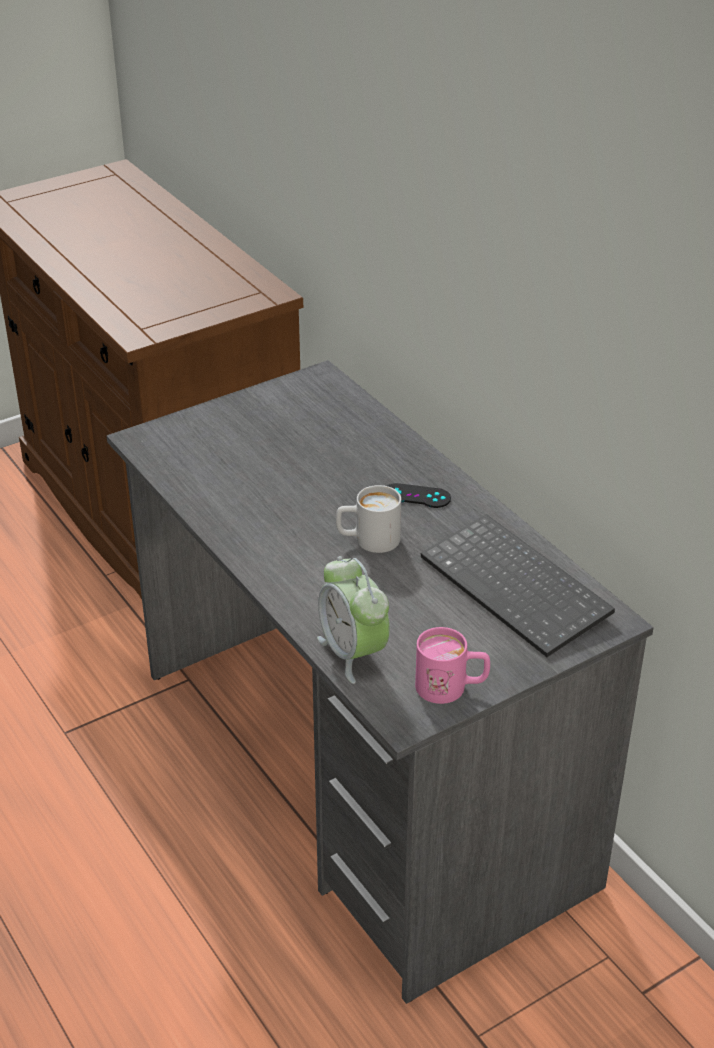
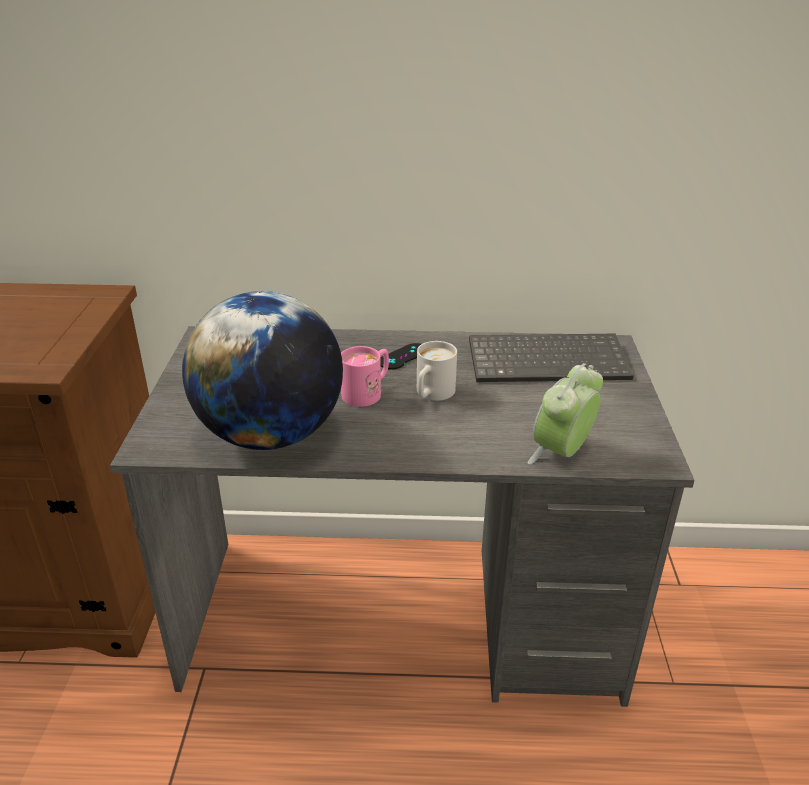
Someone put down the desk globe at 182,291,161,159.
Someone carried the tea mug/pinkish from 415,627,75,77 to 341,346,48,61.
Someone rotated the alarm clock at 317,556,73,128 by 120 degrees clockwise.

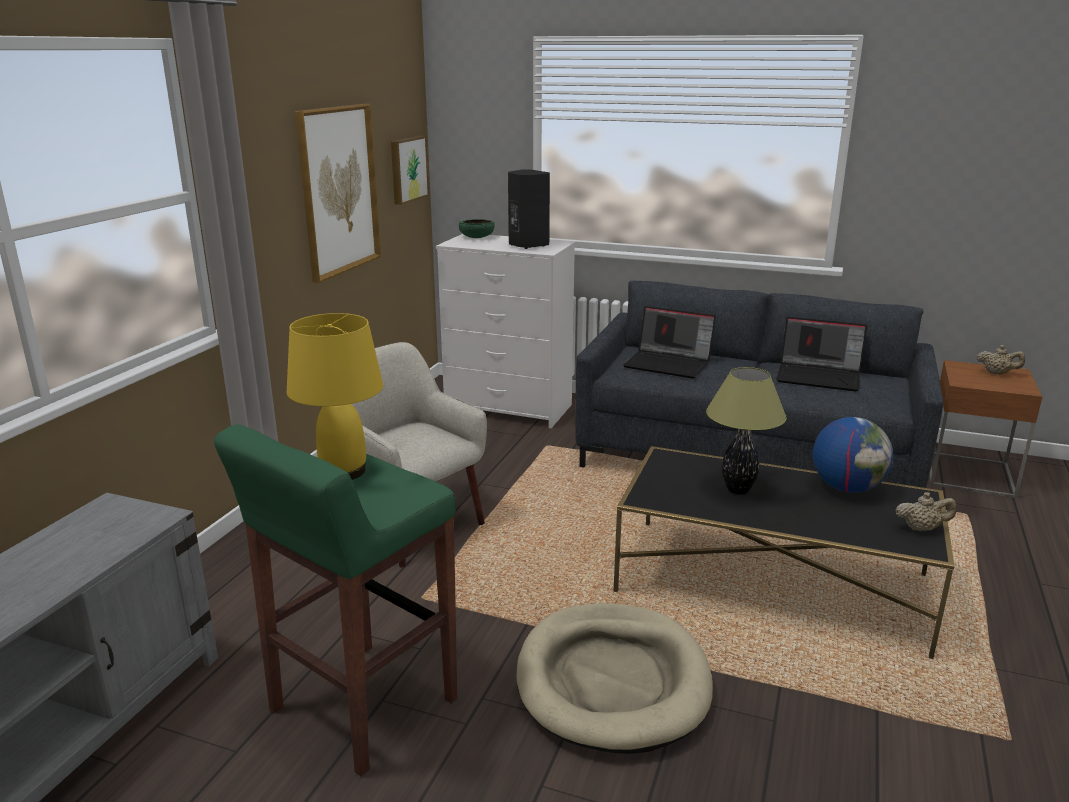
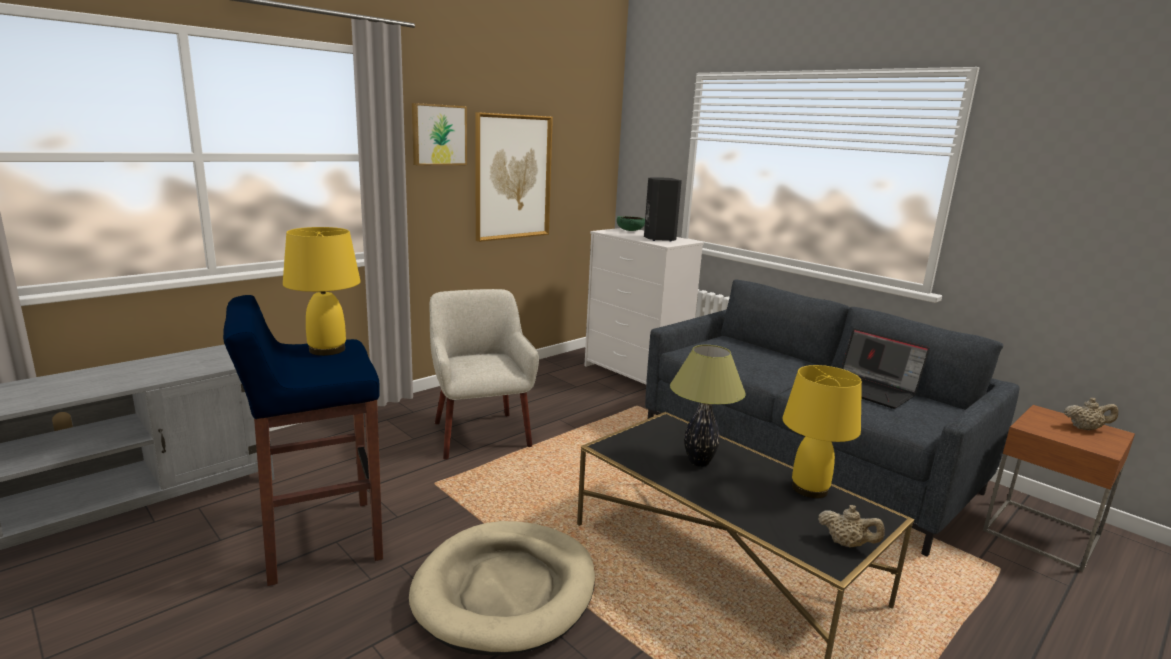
Someone repainted the stool/greenish at 214,424,243,352, which became the stool/blue at 223,295,160,291.
Someone carried the picture from 391,136,38,69 to 412,103,55,62.
Someone swapped the desk globe at 813,417,80,76 for the lamp for a table/yellow at 783,365,79,133.
Someone rotated the teapot/beige at 977,345,48,30 by 45 degrees counterclockwise.
Someone took away the laptop at 623,306,93,73.

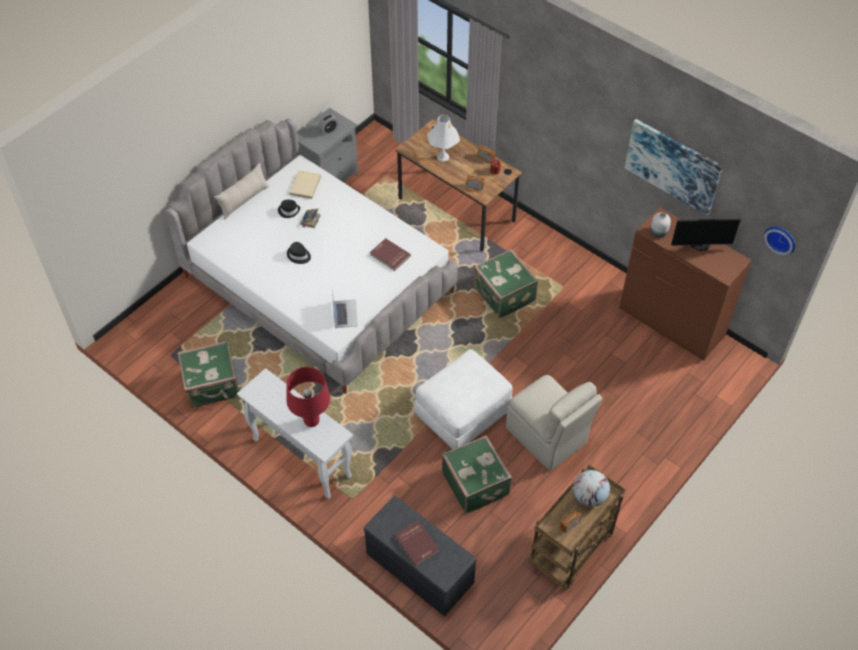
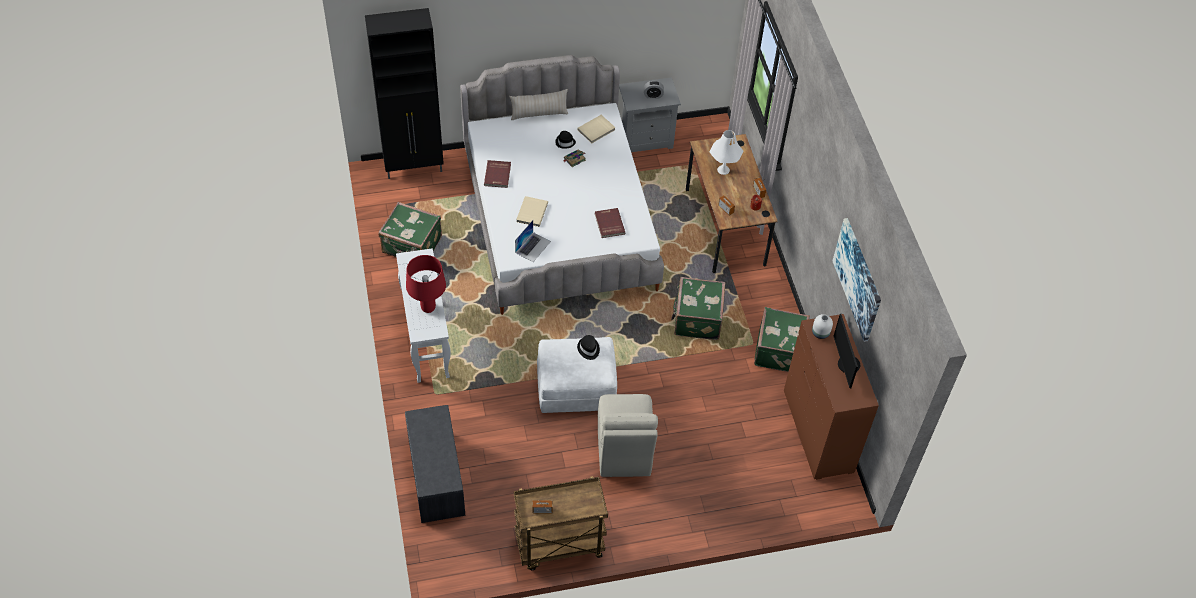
Someone put down the cabinet/blackish at 365,8,79,171.
Someone carried the volume/red from 394,521,46,45 to 484,160,27,28.
Someone put down the volume/beige at 516,196,32,31.
Someone carried the wearable hat/blackish from 287,242,24,22 to 577,335,23,25.
Someone carried the travel case/greenish from 442,435,70,79 to 754,307,56,65.
Someone rotated the monitor at 671,218,70,33 by 45 degrees clockwise.
Someone took away the desk globe at 573,470,37,37.
Someone took away the clock on the wall at 764,226,32,29.

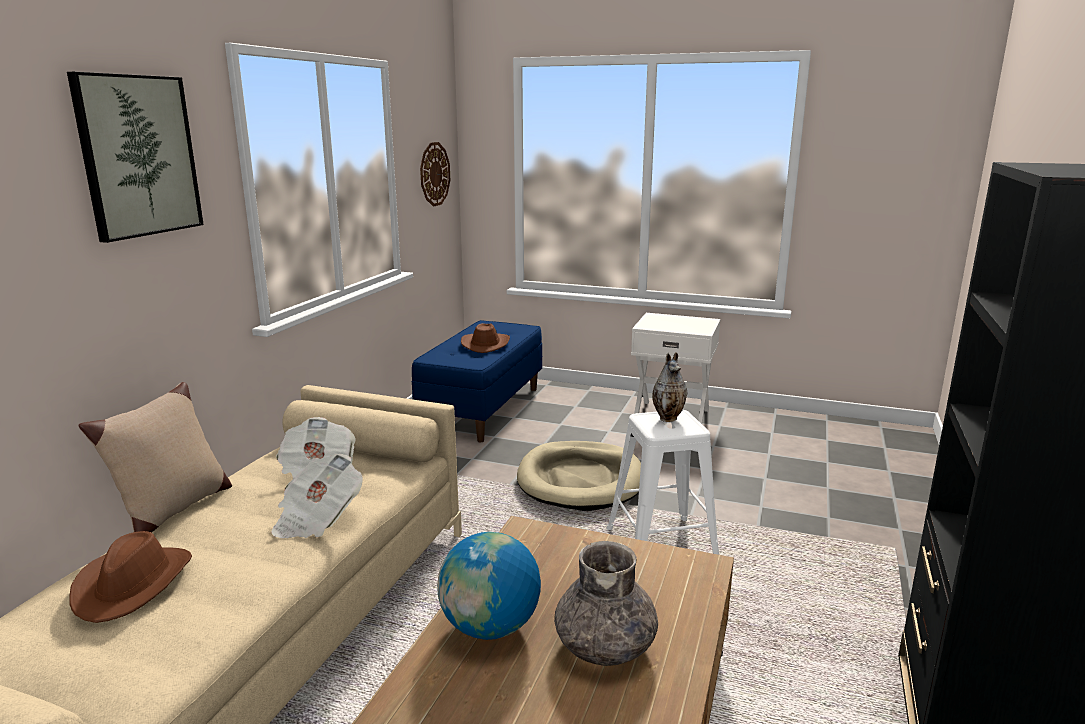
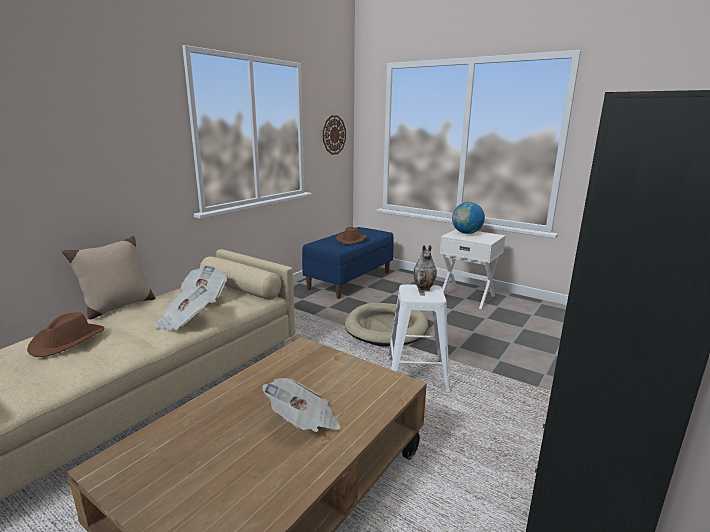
Someone swapped the decorative vase/greyish at 554,541,104,125 for the printed paper at 263,378,78,54.
Someone carried the desk globe from 437,532,104,108 to 452,202,33,32.
Someone took away the picture at 67,72,137,171.

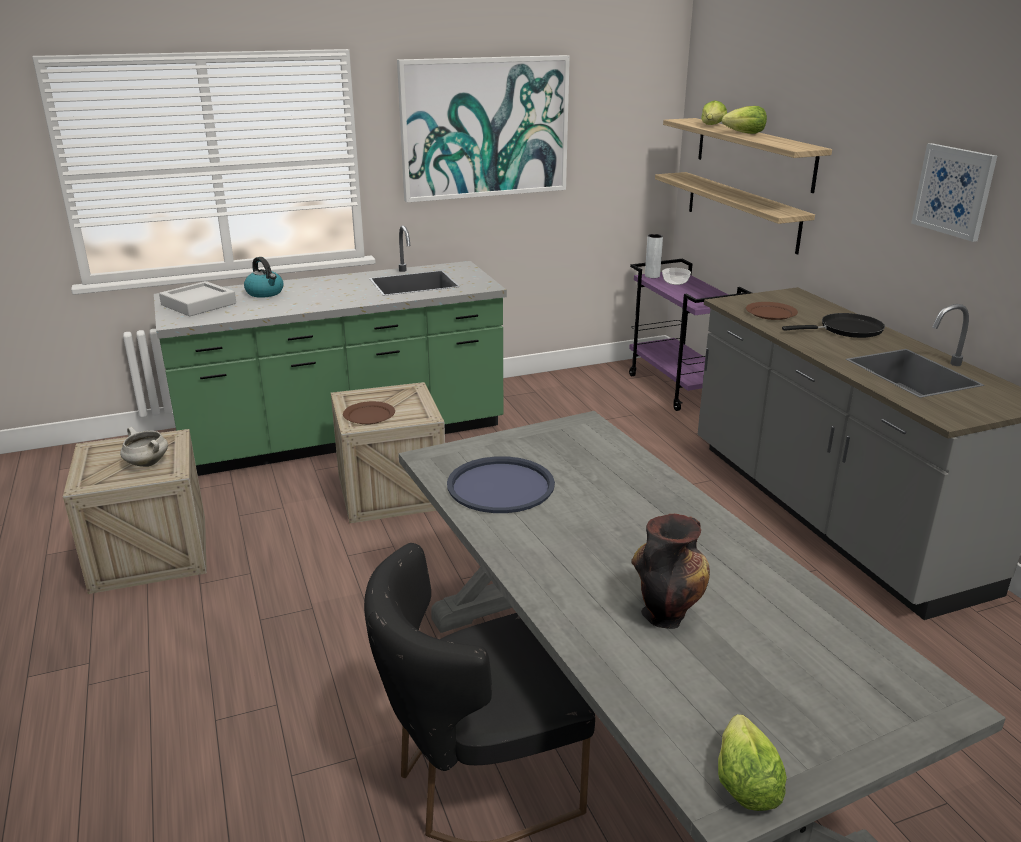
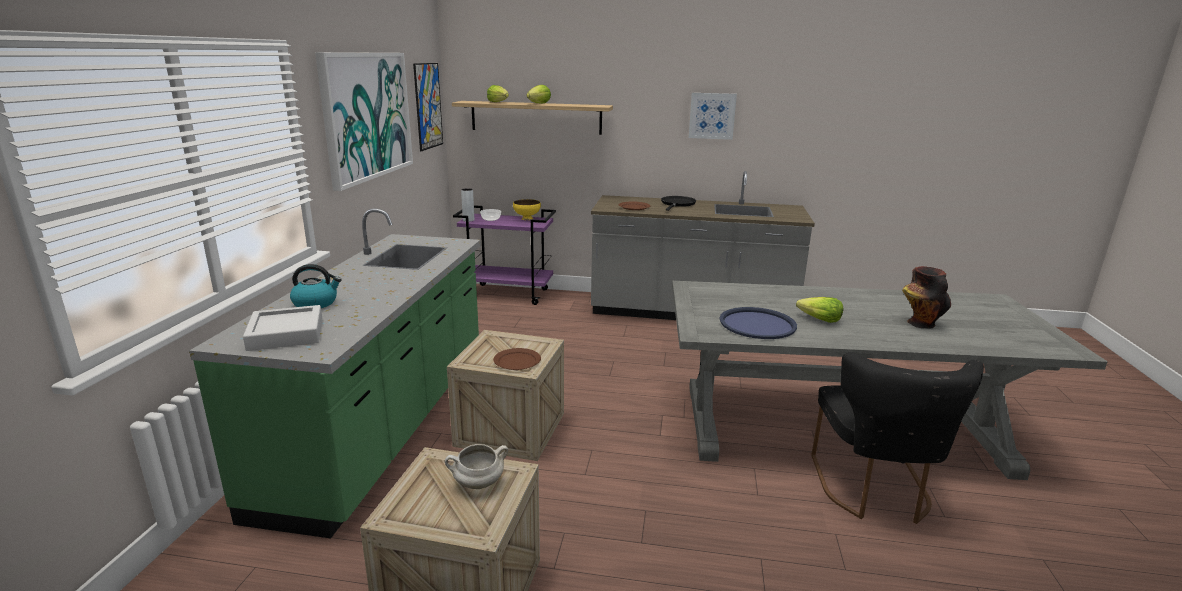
Someone put up the picture at 413,63,30,88.
Someone put down the deep dish/yellow at 513,199,28,21.
Someone carried the lettuce from 718,714,69,97 to 796,297,47,26.
Someone took away the shelf at 655,172,160,82.

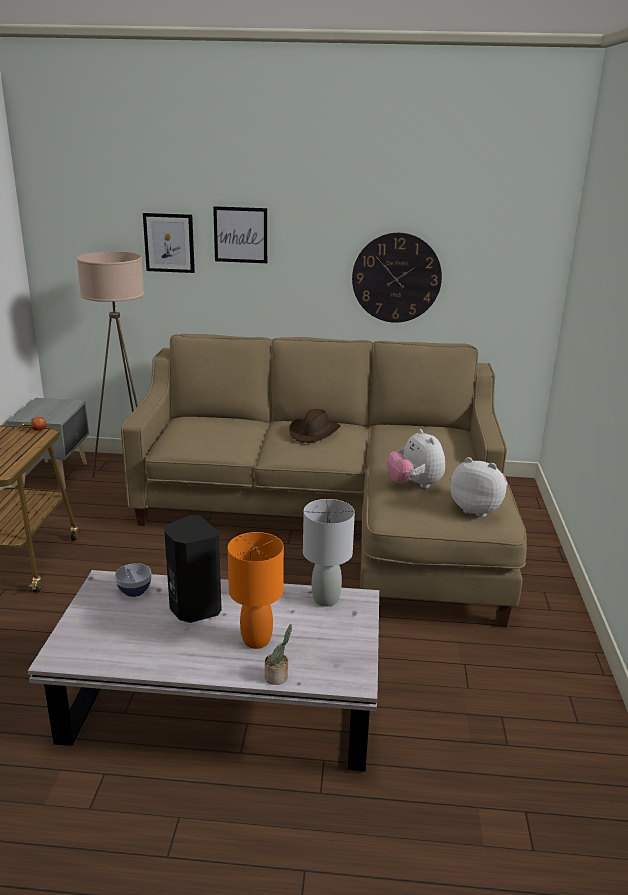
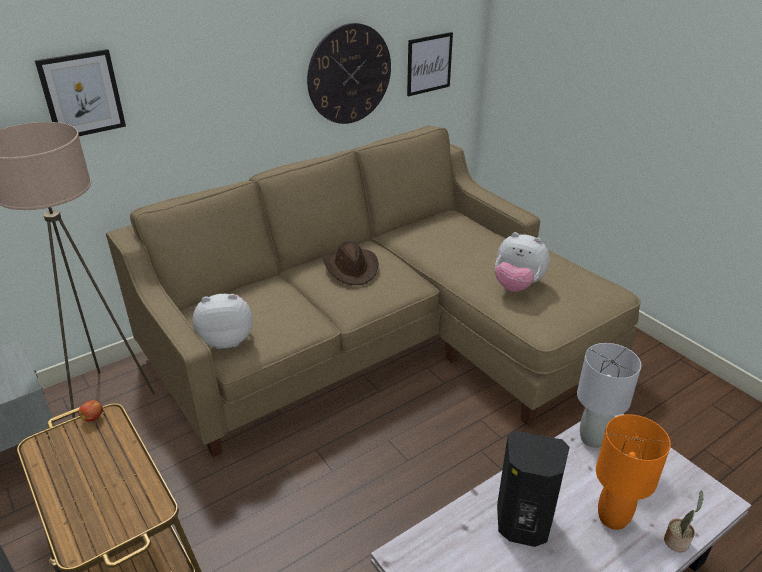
Someone carried the plush toy from 450,457,58,60 to 193,294,60,55.
Someone carried the picture from 213,206,54,57 to 407,32,46,64.
Someone took away the deep dish at 115,563,36,34.

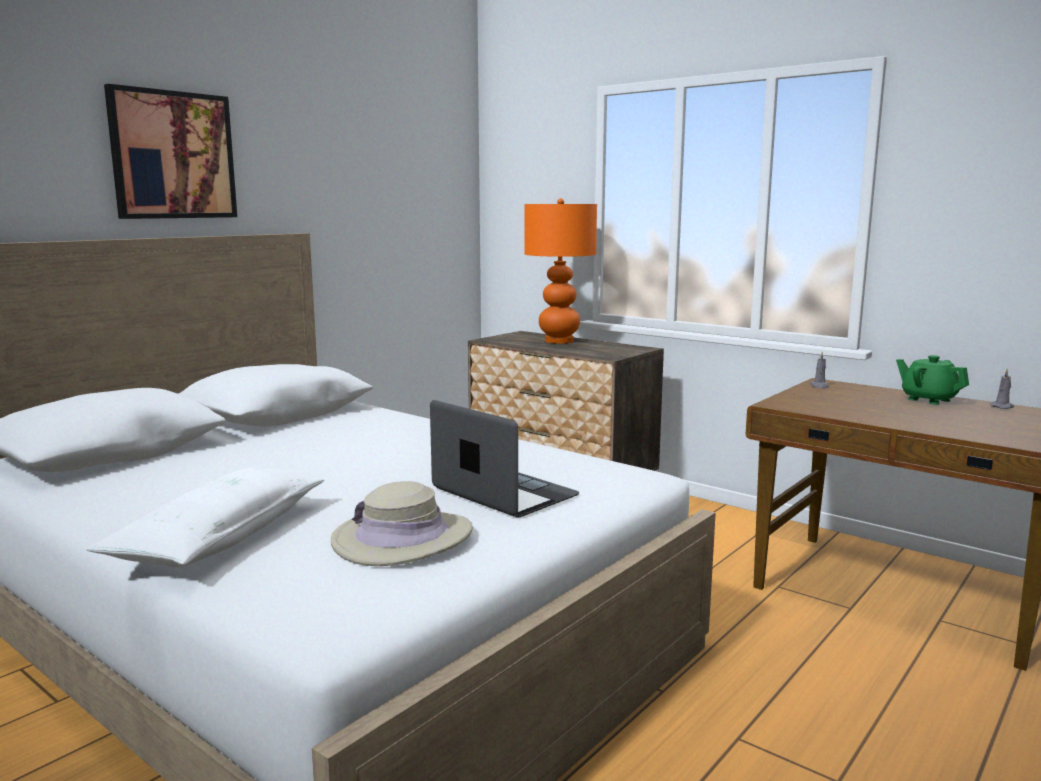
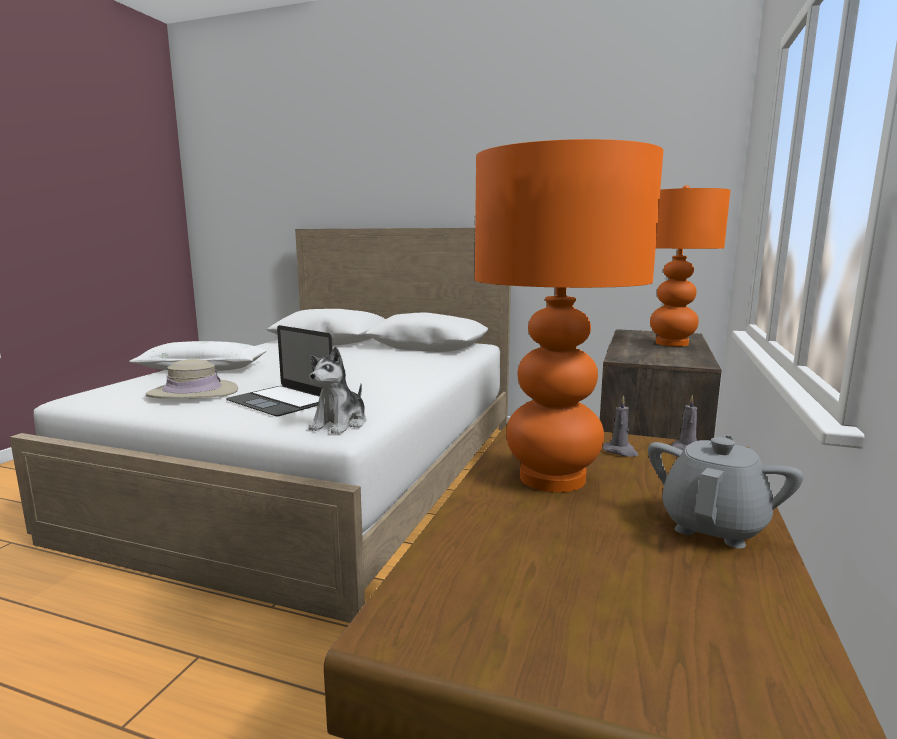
Someone rotated the laptop at 430,400,149,118 by 105 degrees clockwise.
Someone put down the plush toy at 308,347,58,88.
Someone put down the lamp for a table/orange at 475,139,189,353.
Someone carried the wax candle/greyish from 989,369,25,40 to 603,396,35,60.
Someone repainted the teapot/greenish at 896,355,73,50, which became the teapot/greyish at 648,435,156,113.
Someone took away the picture at 104,84,133,135.

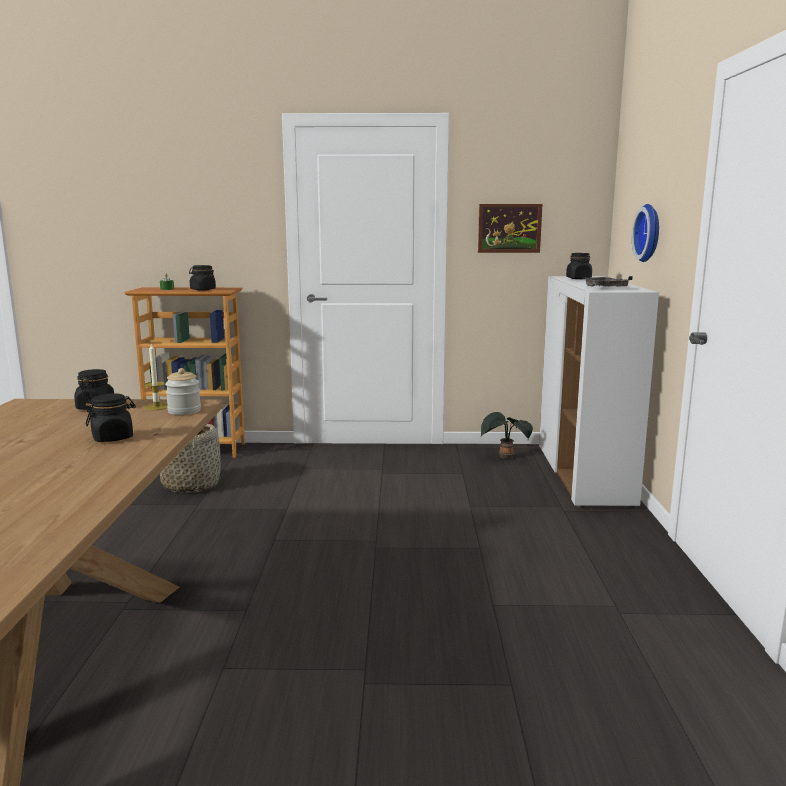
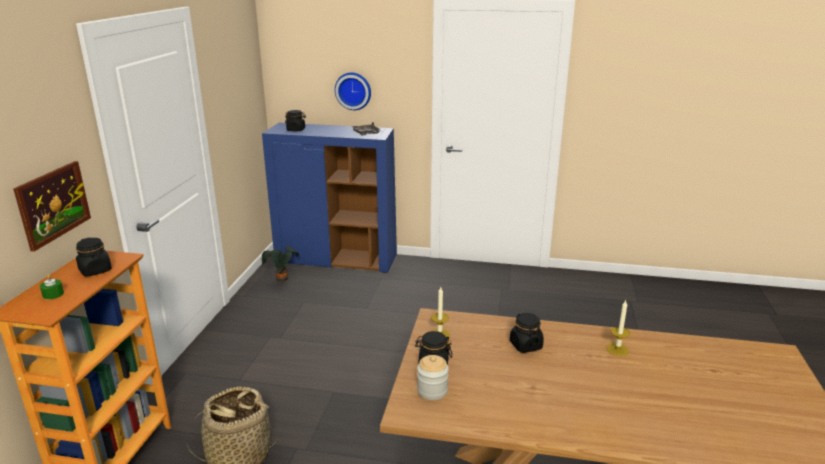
Someone carried the picture from 478,204,64,49 to 13,161,78,91.
Someone repainted the cabinet/whitish at 539,276,120,232, which became the cabinet/blue at 262,123,135,150.
Someone carried the jar from 165,368,36,47 to 417,355,32,45.
Someone put down the wax candle at 607,300,23,56.

